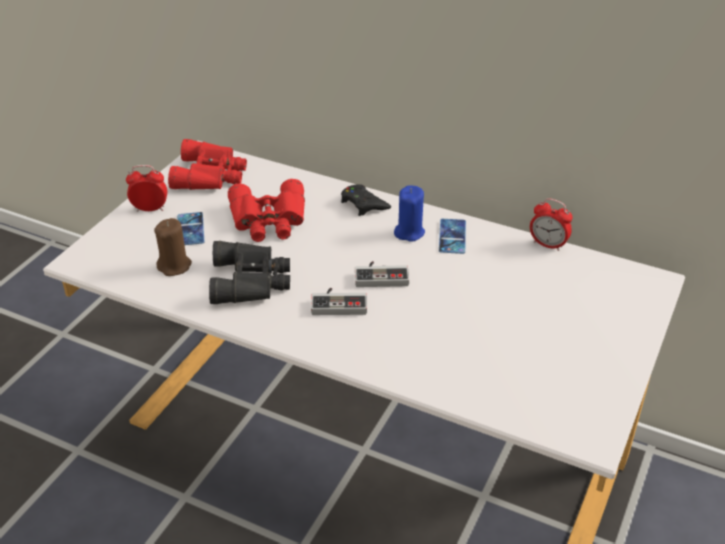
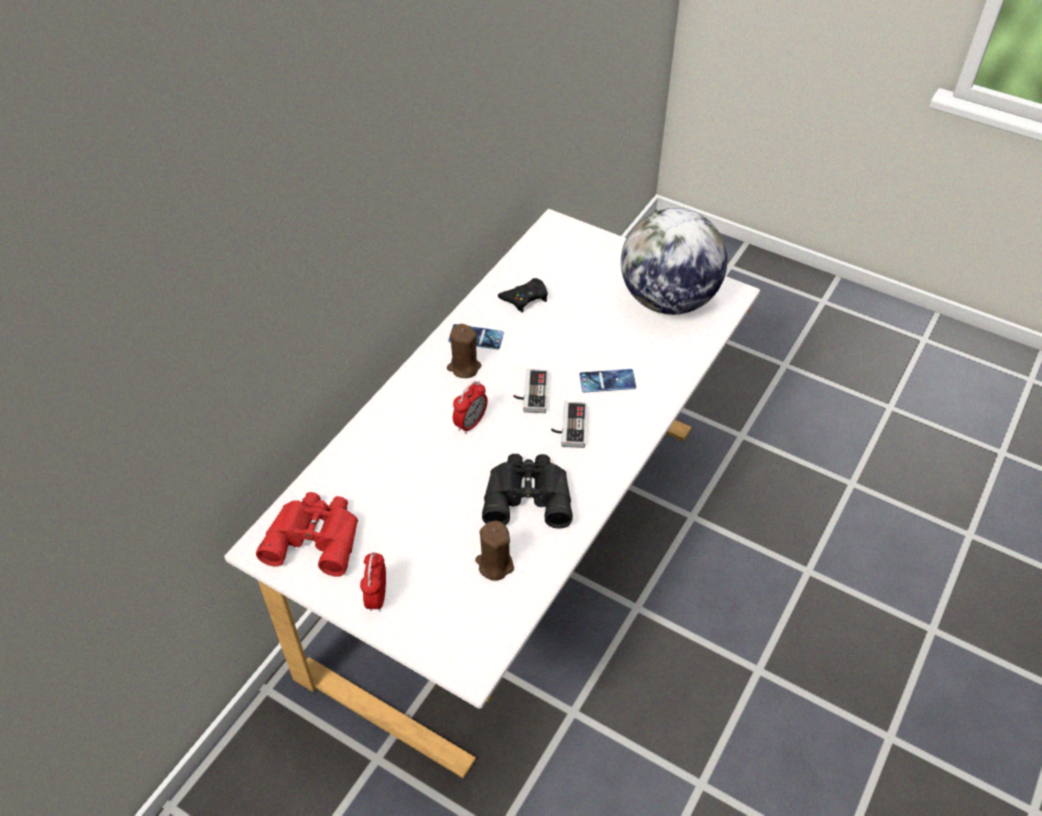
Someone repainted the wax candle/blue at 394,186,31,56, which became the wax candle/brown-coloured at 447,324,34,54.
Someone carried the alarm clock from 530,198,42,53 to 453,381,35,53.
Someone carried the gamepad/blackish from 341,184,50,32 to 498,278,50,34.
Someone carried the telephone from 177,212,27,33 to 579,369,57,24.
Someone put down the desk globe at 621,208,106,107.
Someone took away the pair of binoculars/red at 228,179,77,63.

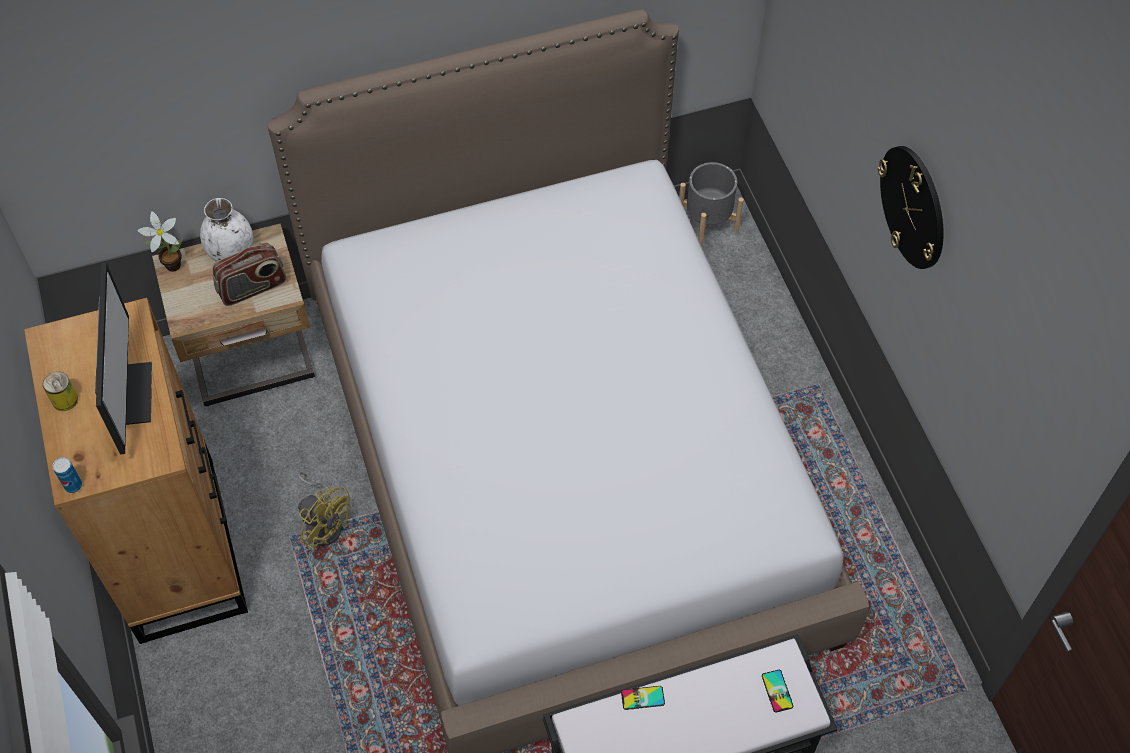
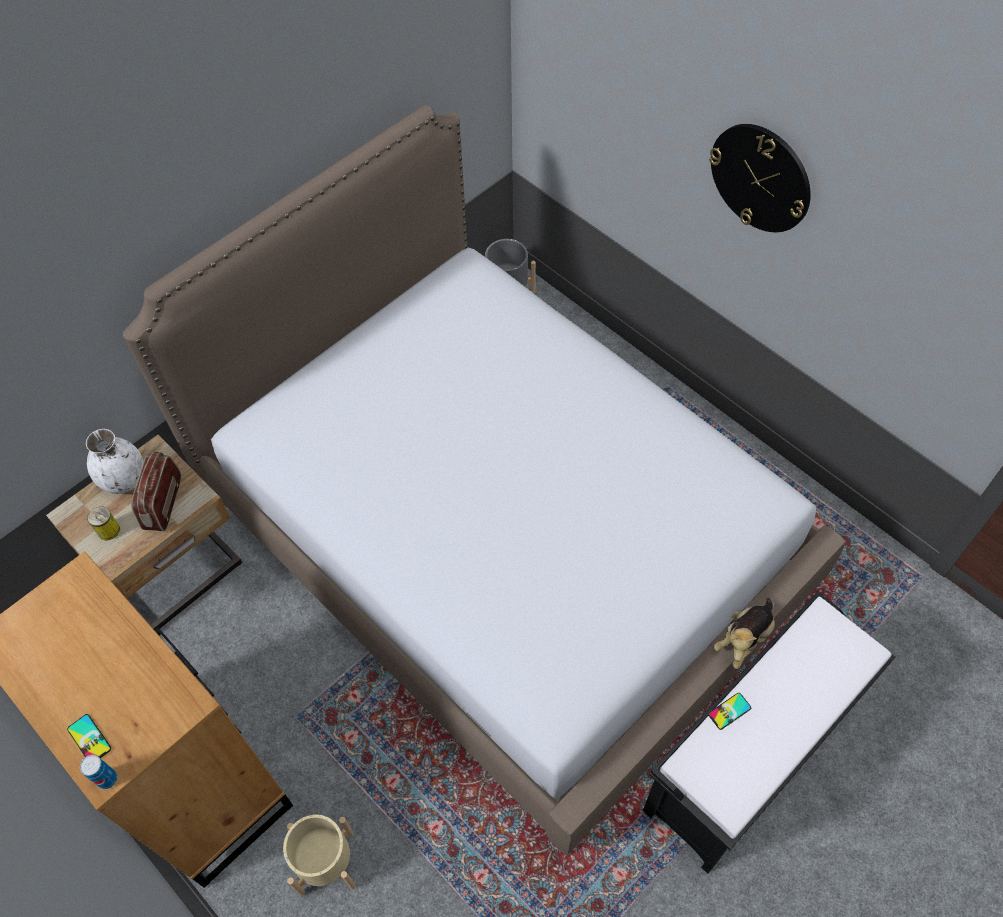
Someone carried the telephone from 762,670,31,42 to 67,714,44,44.
Someone carried the metal can from 43,372,35,39 to 87,506,33,34.
Someone rotated the radio receiver at 213,242,73,64 by 150 degrees clockwise.
Someone put down the planter/beige at 283,815,73,81.
Someone put down the plush toy at 714,598,61,71.
Someone took away the monitor at 95,263,57,192.
Someone took away the houseplant at 137,211,46,61.
Someone took away the fan/yellow at 298,472,53,78.

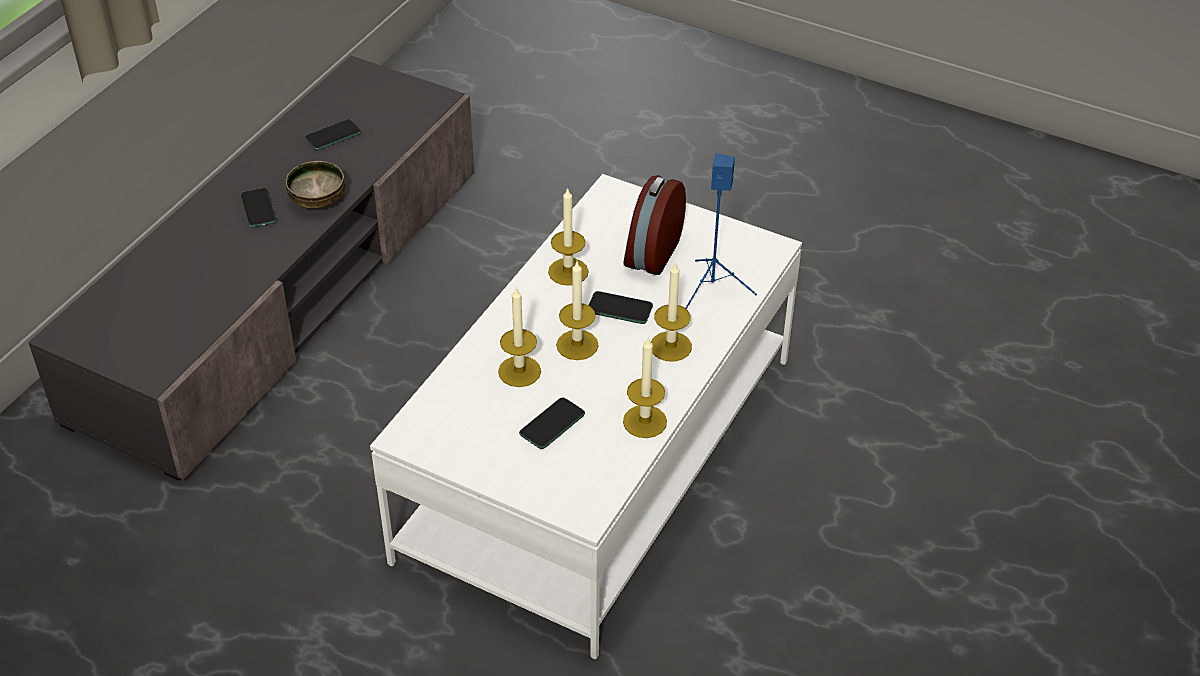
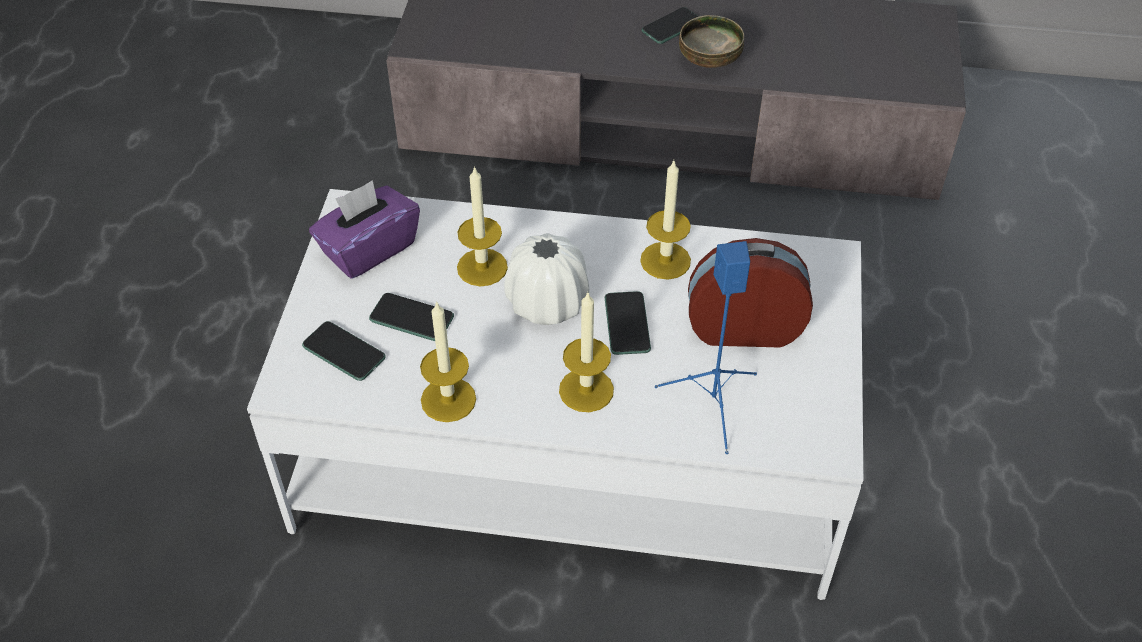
Someone carried the telephone from 304,119,57,31 to 302,321,84,60.
Someone put down the box of tissues/purple at 309,180,111,99.
Someone swapped the wax candle at 556,262,43,98 for the decorative vase/whitish at 504,233,85,92.

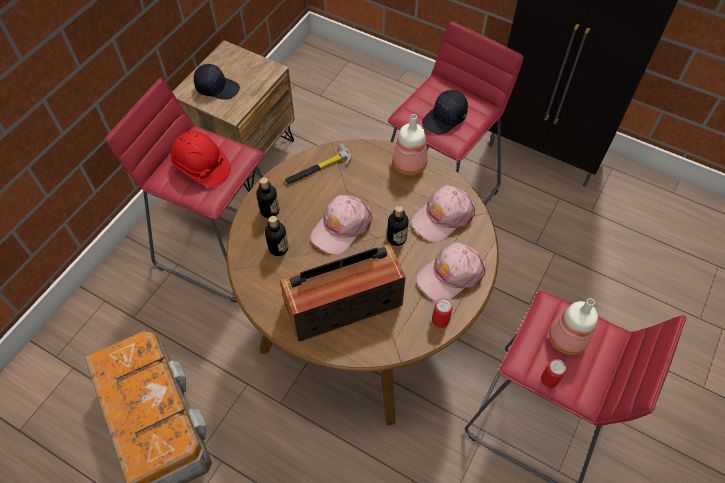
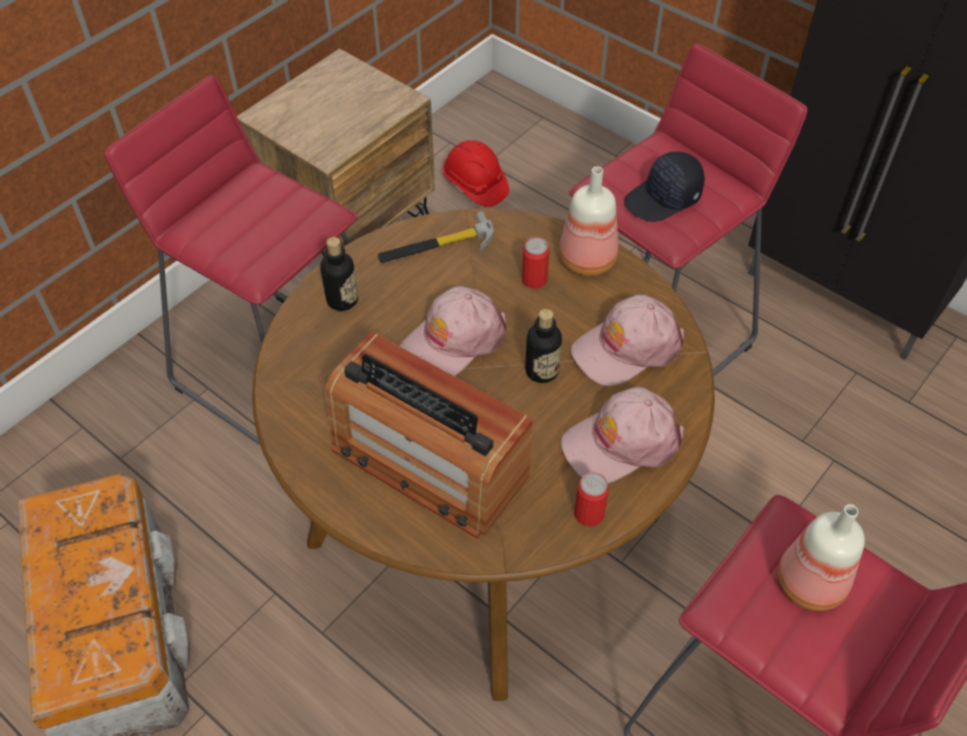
Someone rotated the radio receiver at 280,244,126,98 by 135 degrees counterclockwise.
Someone carried the hard hat/red from 170,131,61,56 to 443,140,66,67.
Someone carried the metal can from 541,359,25,29 to 522,237,27,52.
Someone took away the baseball cap/blackish at 194,64,46,36.
Someone took away the bottle at 265,216,23,40.

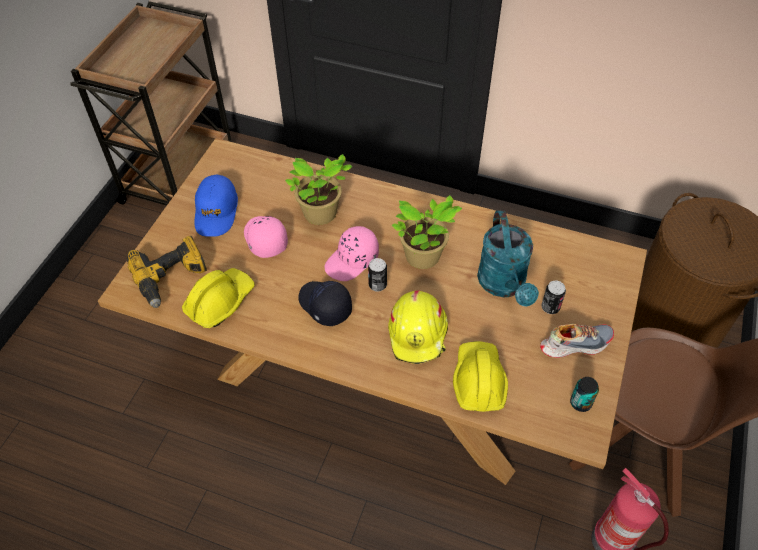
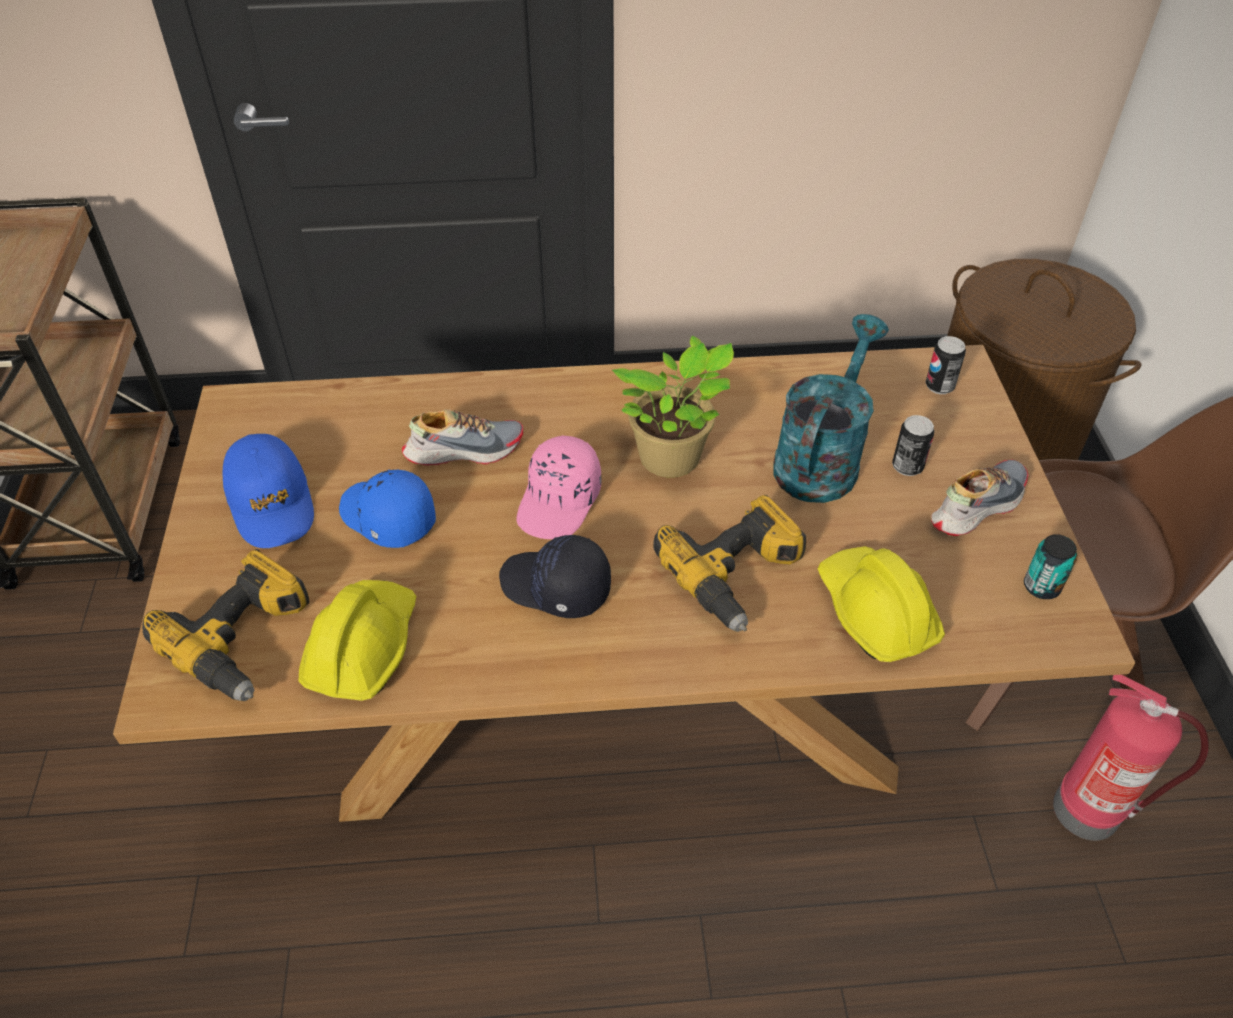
Someone repainted the baseball cap/pinkish at 244,216,44,42, which became the baseball cap/blue at 339,470,97,78.
Someone swapped the houseplant at 285,154,68,71 for the low shoe at 402,409,121,57.
Someone swapped the hard hat/yellow at 388,290,60,74 for the drill at 653,495,153,137.
Someone rotated the watering pot/turquoise at 477,210,62,96 by 120 degrees counterclockwise.
Someone carried the metal can from 368,258,19,33 to 925,336,41,58.

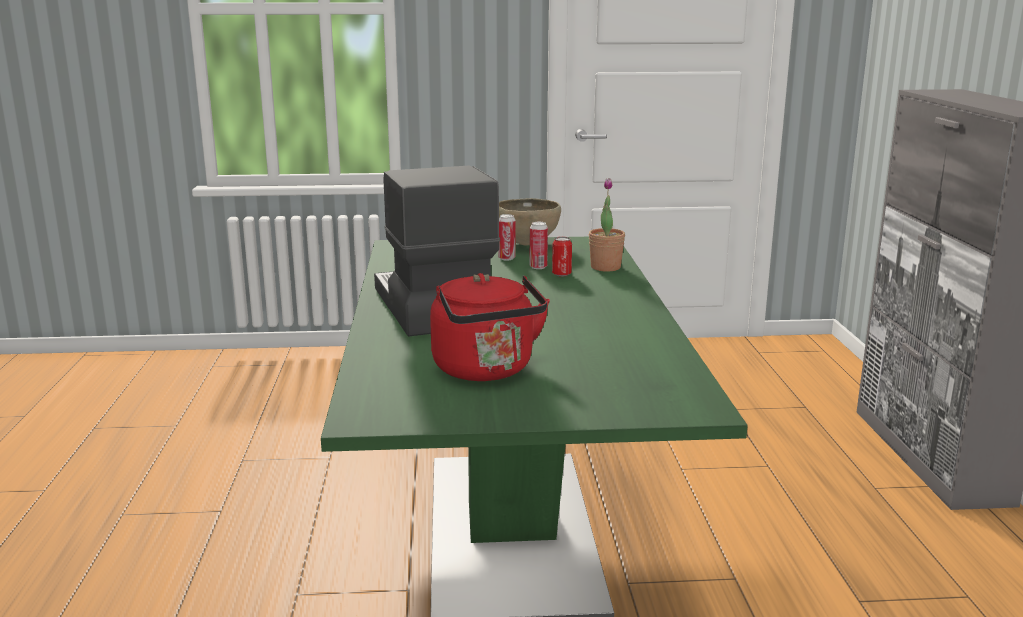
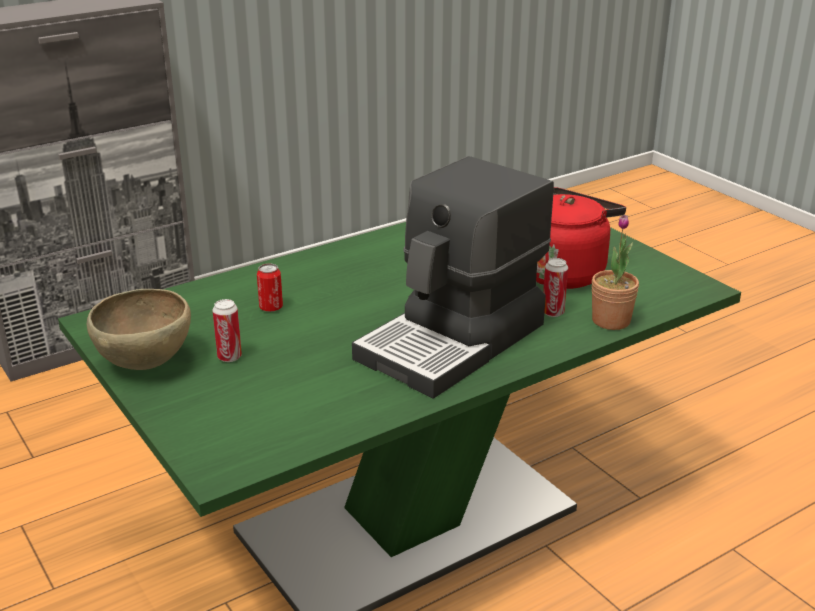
Someone carried the metal can from 530,222,18,47 to 543,258,25,59.
Someone carried the houseplant from 589,178,36,94 to 592,215,47,115.

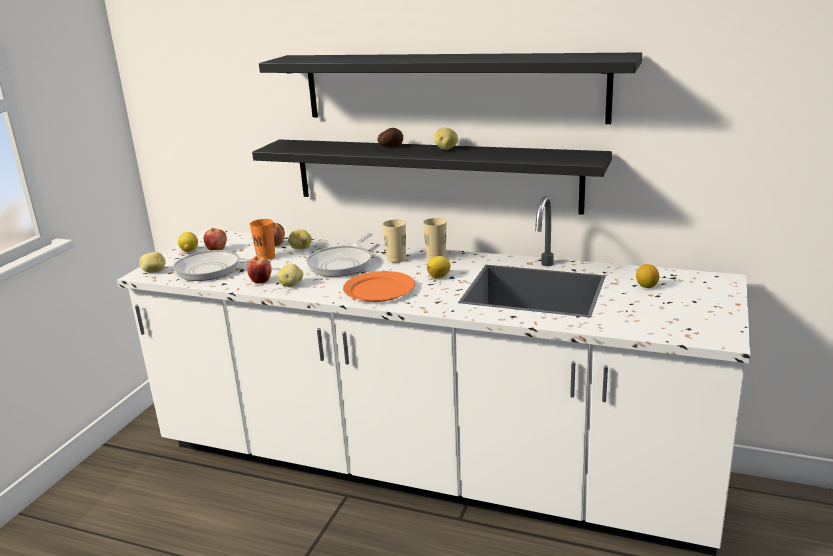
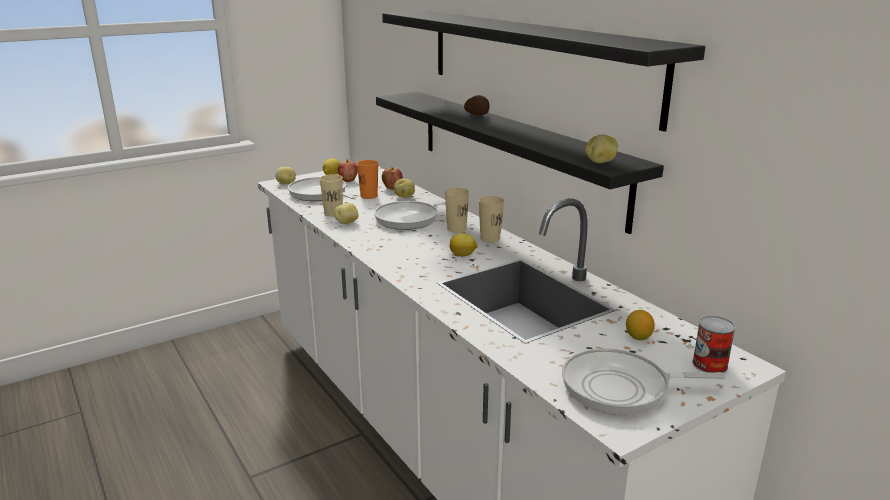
Someone swapped the apple fruit at 247,257,25,27 for the drinking cup/beige at 319,174,24,42.
Someone put down the pan at 562,348,164,68.
Someone carried the whole potato from 434,128,24,22 to 585,134,33,29.
Someone put down the metal can at 692,316,44,57.
Someone took away the dinner plate/orange at 343,271,72,31.

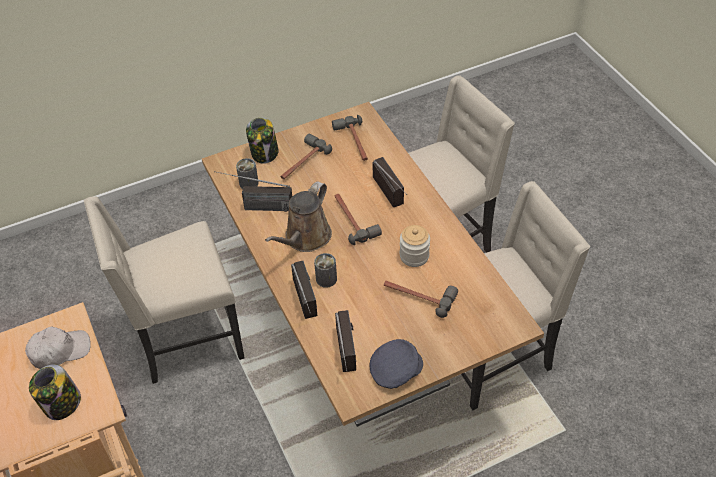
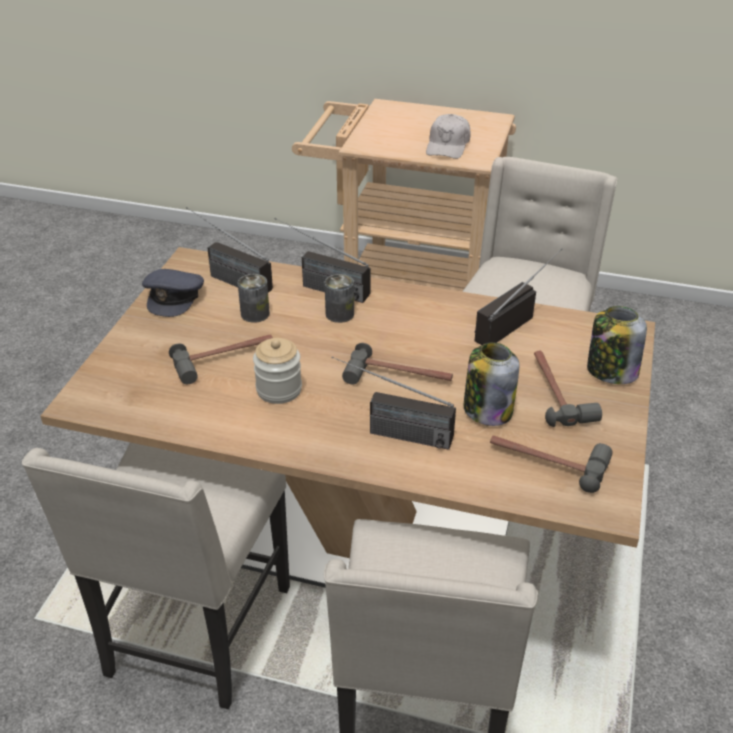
Someone carried the metal can from 236,158,23,31 to 238,274,32,49.
Someone carried the jar from 29,364,52,56 to 464,342,55,84.
Someone took away the watering pot/brown-coloured at 265,181,67,71.

